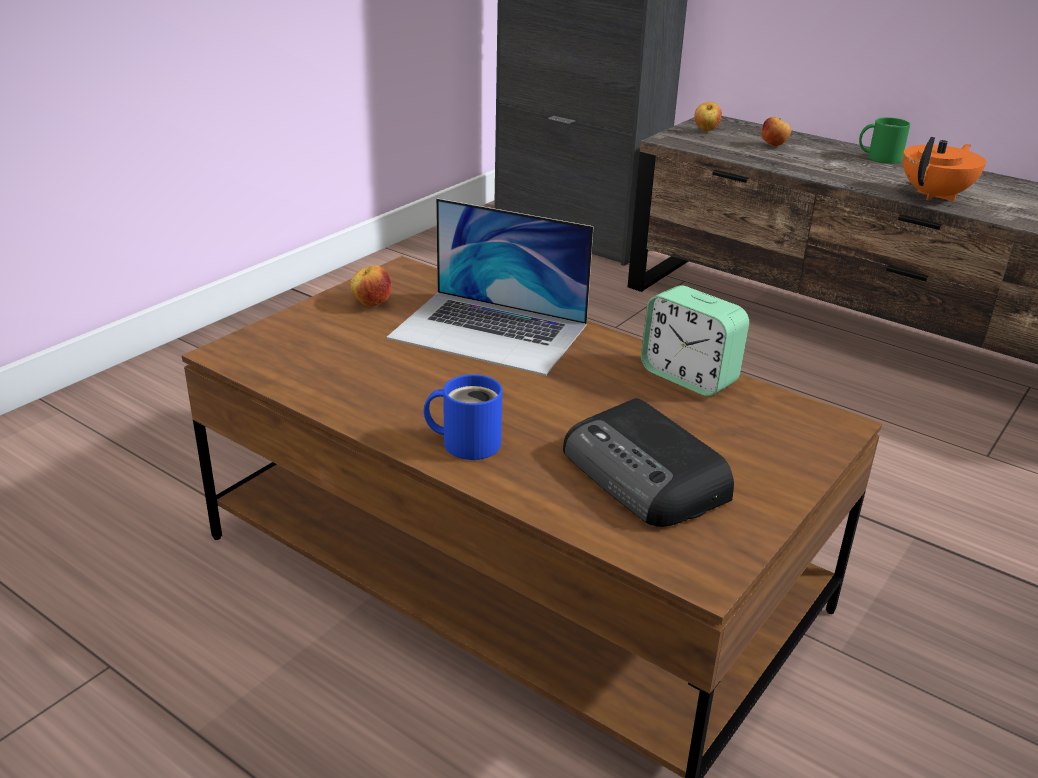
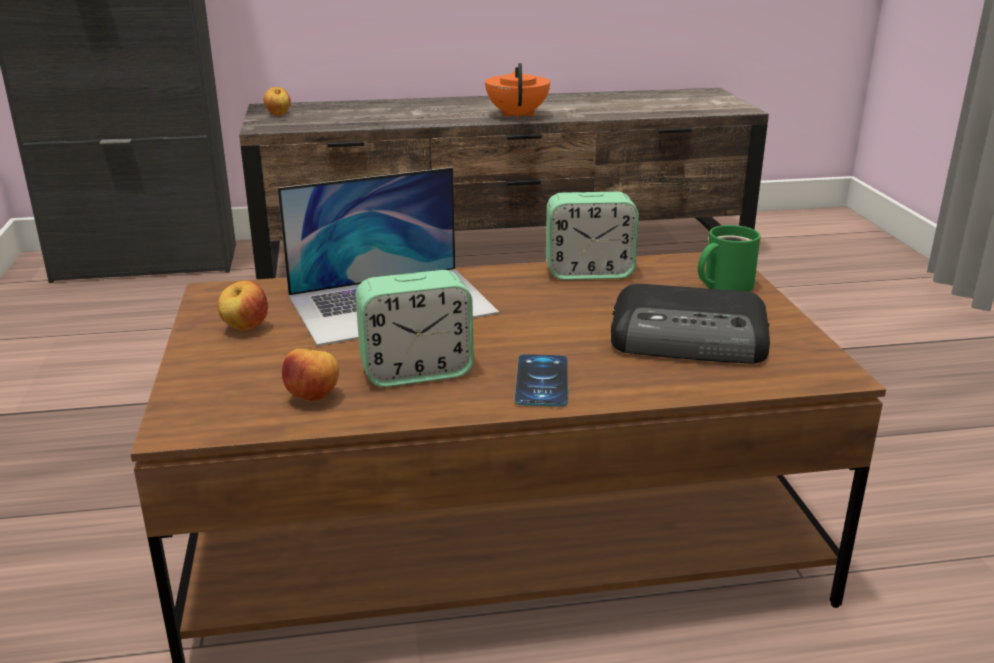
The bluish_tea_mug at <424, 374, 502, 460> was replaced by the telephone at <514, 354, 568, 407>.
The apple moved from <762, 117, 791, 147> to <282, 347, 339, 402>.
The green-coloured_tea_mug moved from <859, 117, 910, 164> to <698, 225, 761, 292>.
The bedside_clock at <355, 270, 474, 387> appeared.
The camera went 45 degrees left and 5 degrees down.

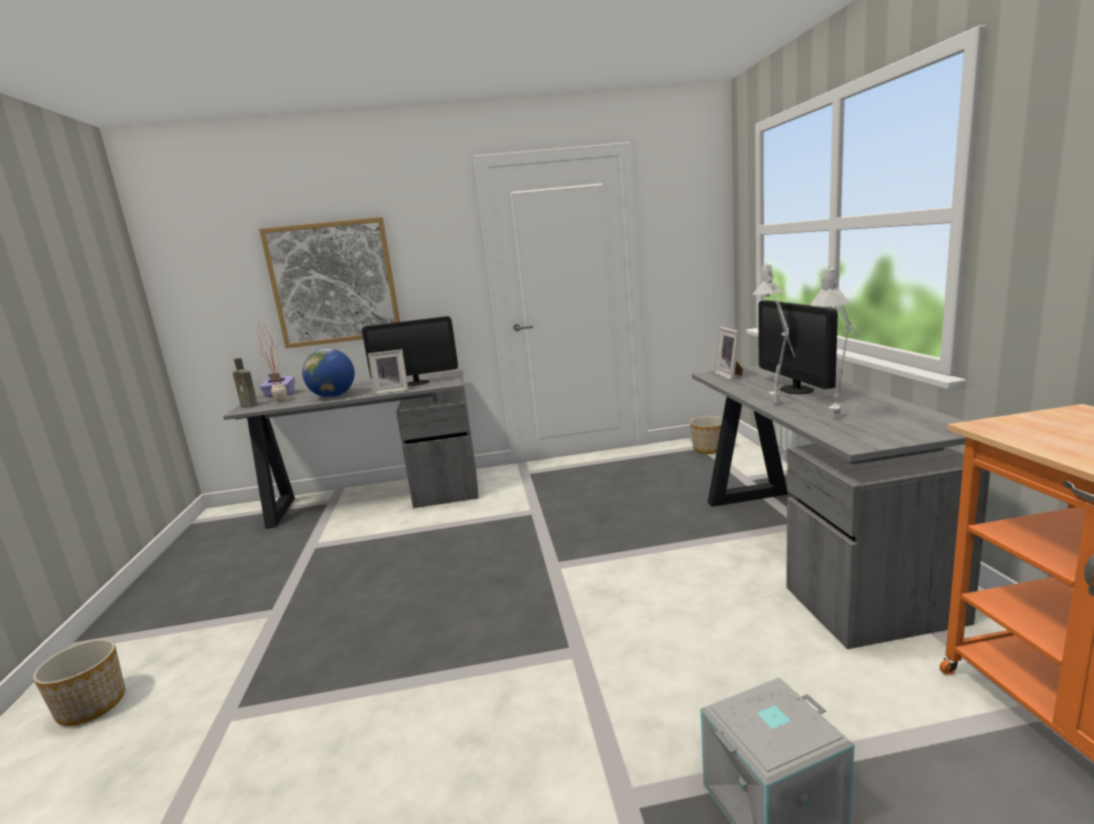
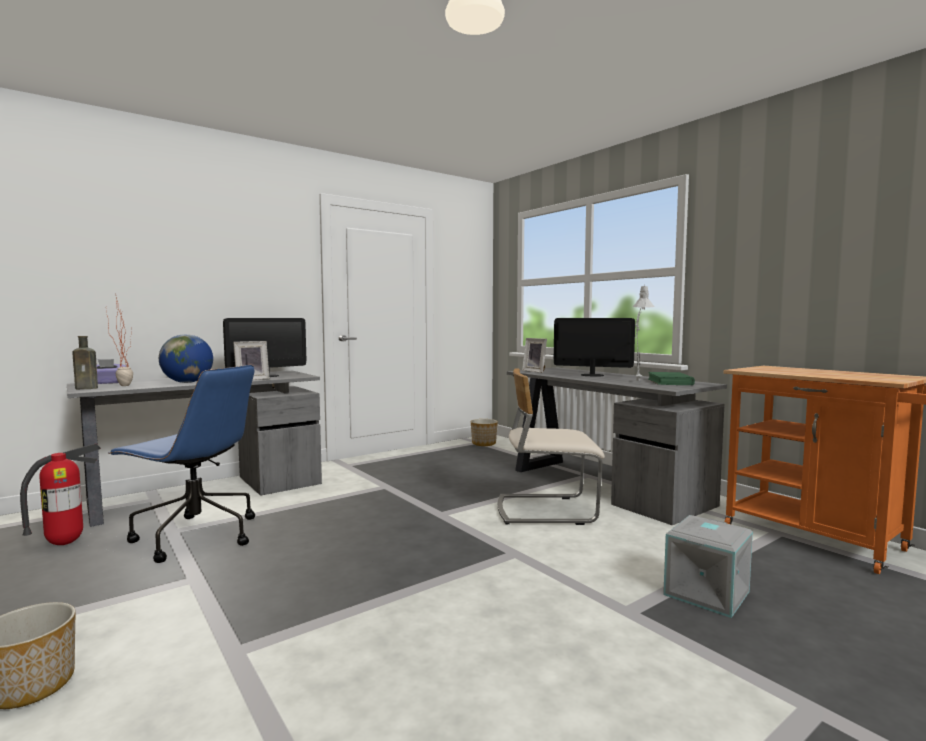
The wall_picture at <259, 217, 400, 348> disappeared.
The greyish_lamp_for_a_table at <752, 263, 795, 403> disappeared.
The monitor at <758, 300, 838, 394> turned 150 degrees clockwise.
The extinguisher at <20, 443, 101, 545> appeared.
The bluish_desk_chair at <108, 365, 255, 563> appeared.
The beige-coloured_plain_chair at <498, 369, 605, 525> appeared.
The green-coloured_volume at <648, 372, 695, 385> appeared.
The camera went 30 degrees left and 10 degrees down.

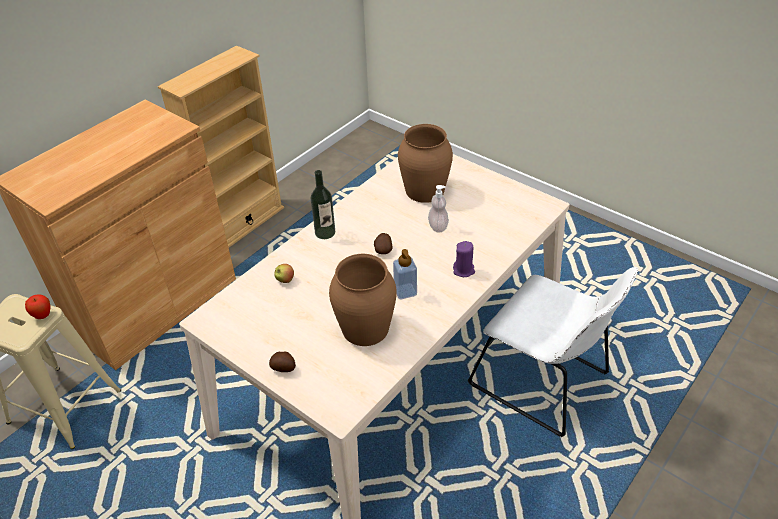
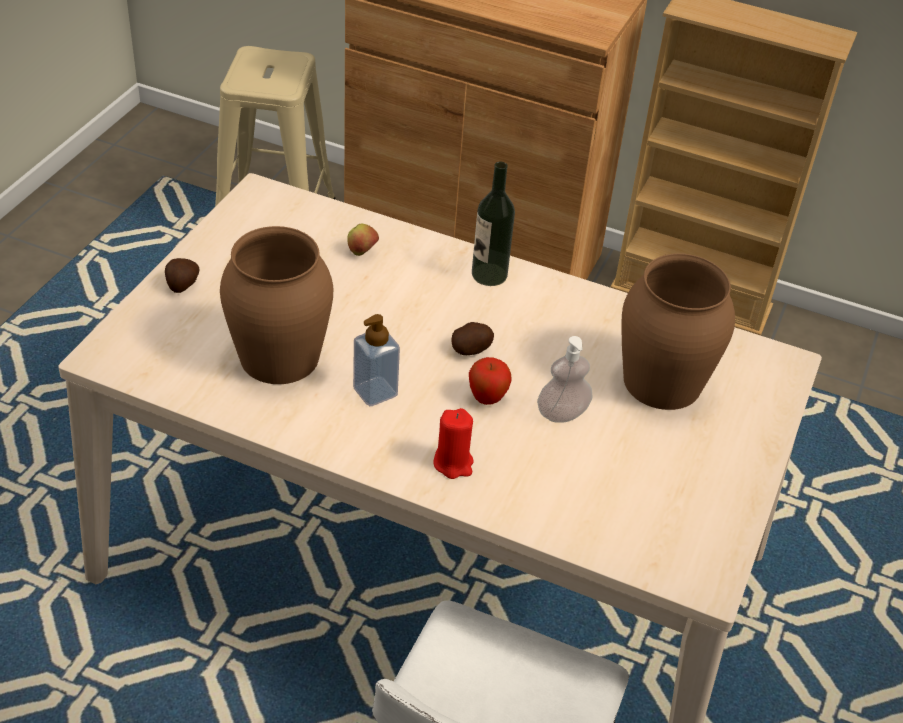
The apple moved from <25, 294, 51, 319> to <469, 357, 512, 405>.
The purple_candle at <453, 241, 475, 277> became the red-coloured_candle at <433, 408, 474, 479>.
The camera went 70 degrees right and 0 degrees up.

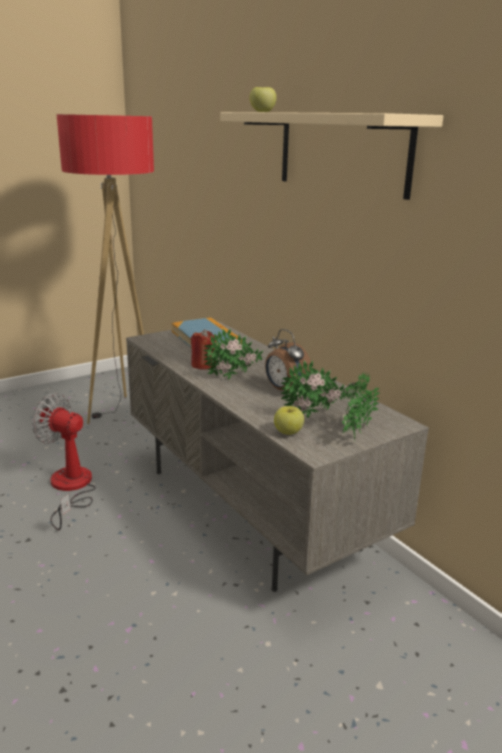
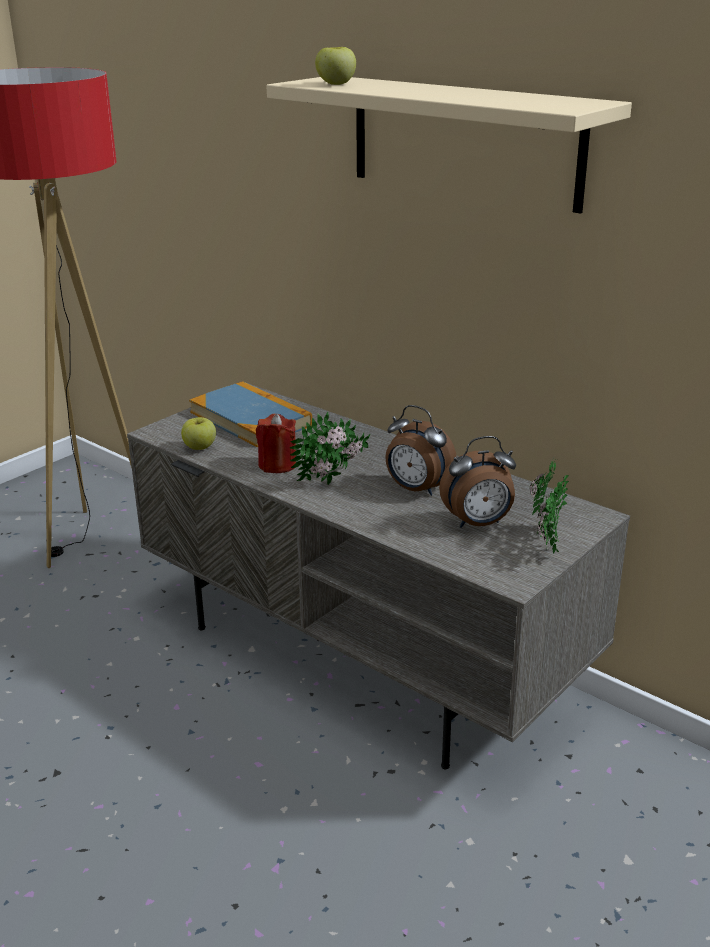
The fan at <31, 393, 96, 530> disappeared.
The apple moved from <274, 406, 304, 435> to <181, 417, 216, 450>.
The potted_plant at <281, 360, 346, 418> was replaced by the bedside_clock at <439, 436, 516, 528>.
The camera went 15 degrees left and 5 degrees up.

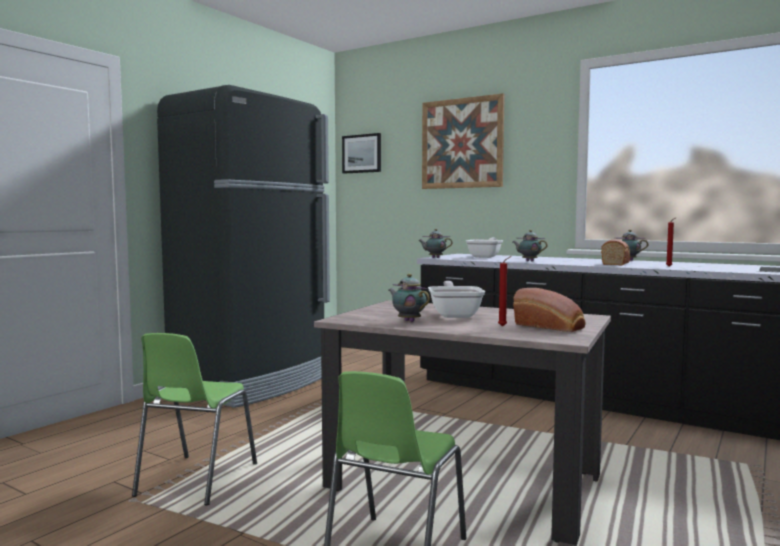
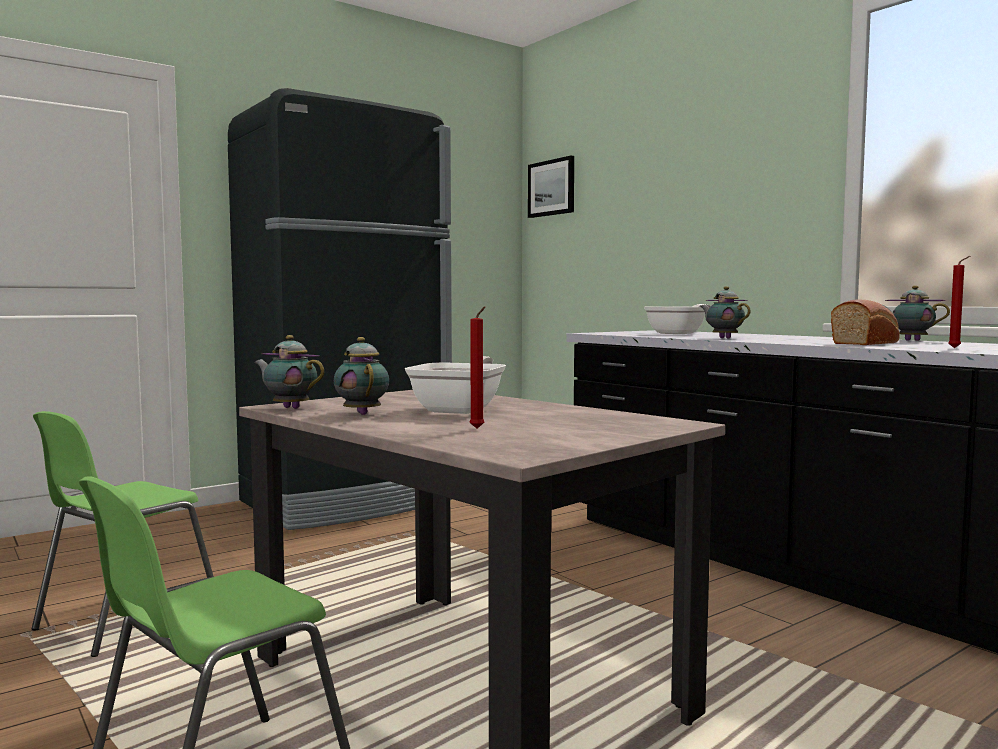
The pot_for_tea moved from <418, 229, 452, 258> to <255, 335, 324, 409>.
The wall_picture at <422, 93, 505, 189> disappeared.
The bread at <513, 288, 586, 332> disappeared.
The camera went 20 degrees right and 0 degrees up.

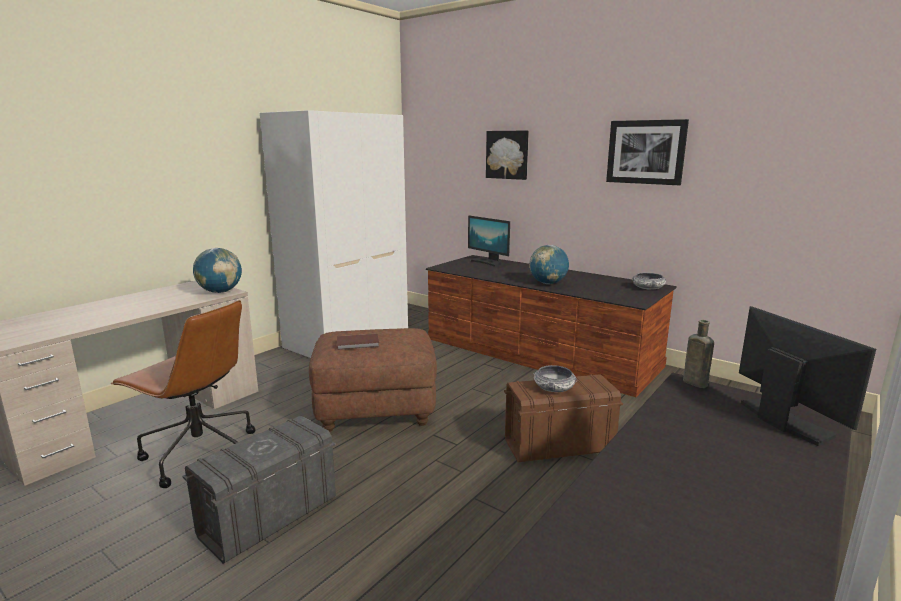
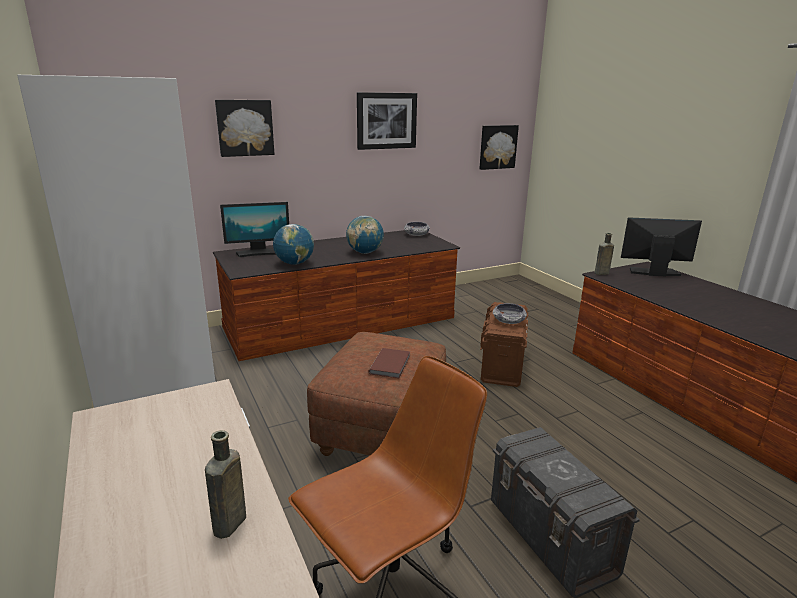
The world_globe moved from <193, 248, 242, 293> to <273, 224, 314, 265>.
The brown_bottle at <205, 430, 246, 539> appeared.
The wall_picture at <479, 125, 519, 170> appeared.
The camera went 65 degrees left and 5 degrees up.

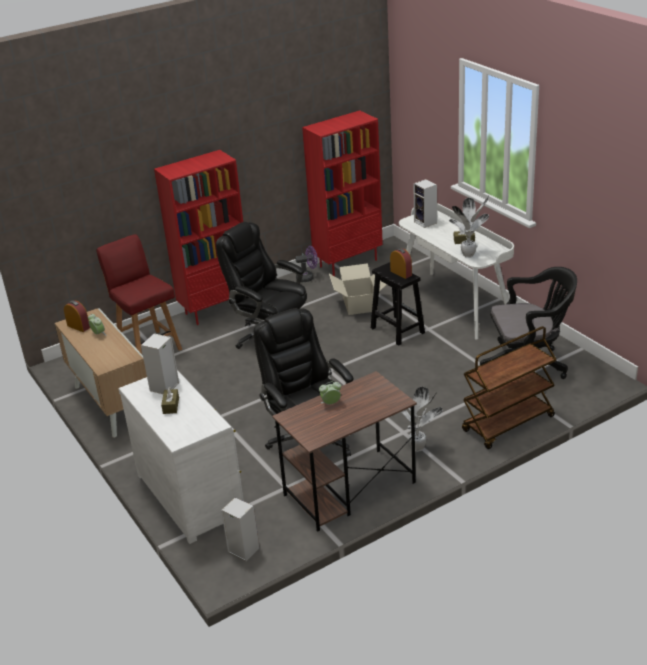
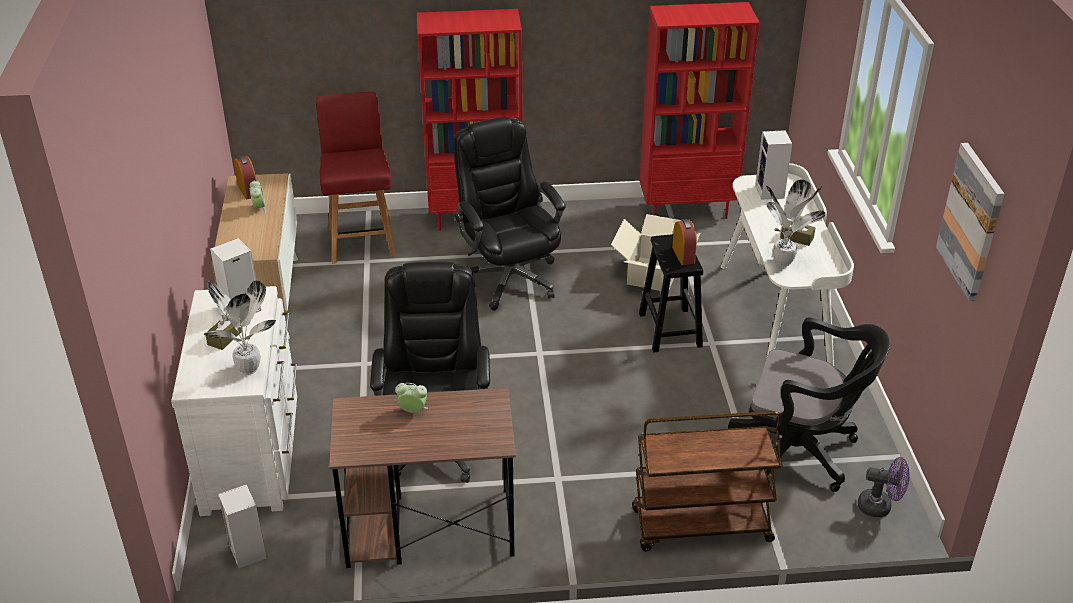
The purple_fan moved from <295, 246, 318, 282> to <858, 457, 909, 517>.
The potted_plant moved from <401, 387, 443, 452> to <204, 280, 276, 375>.
The wall_picture at <936, 143, 1004, 301> appeared.
The camera went 25 degrees right and 5 degrees up.

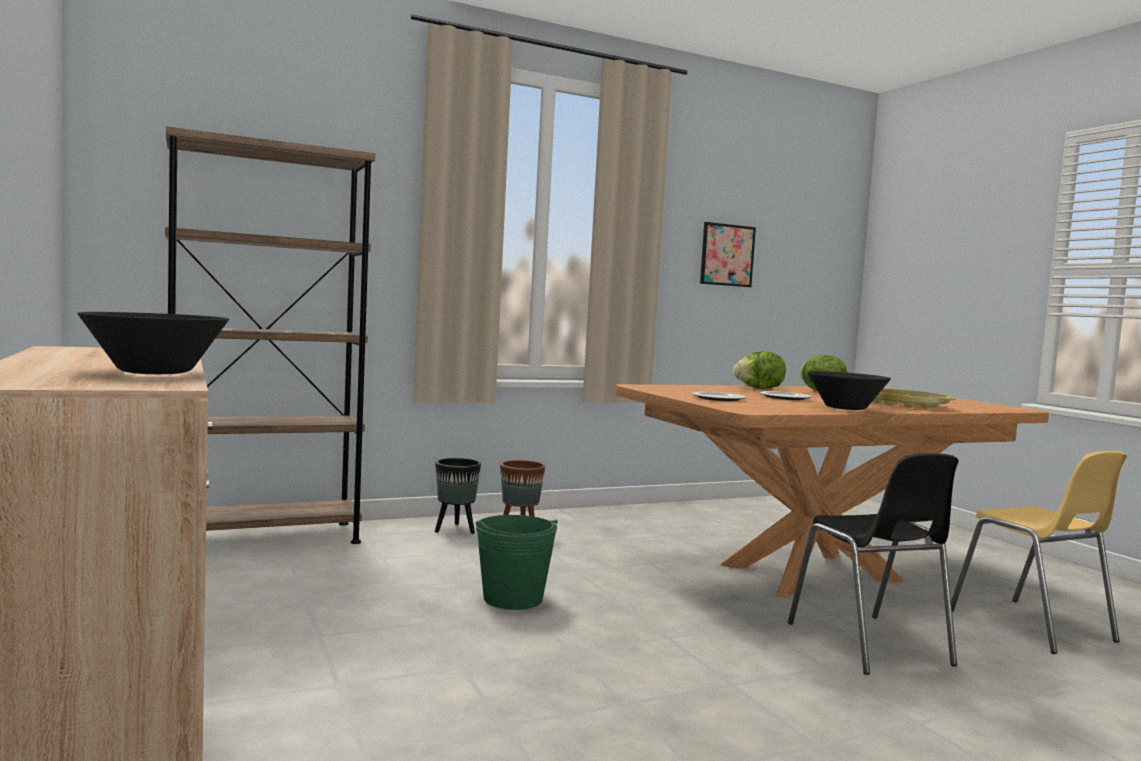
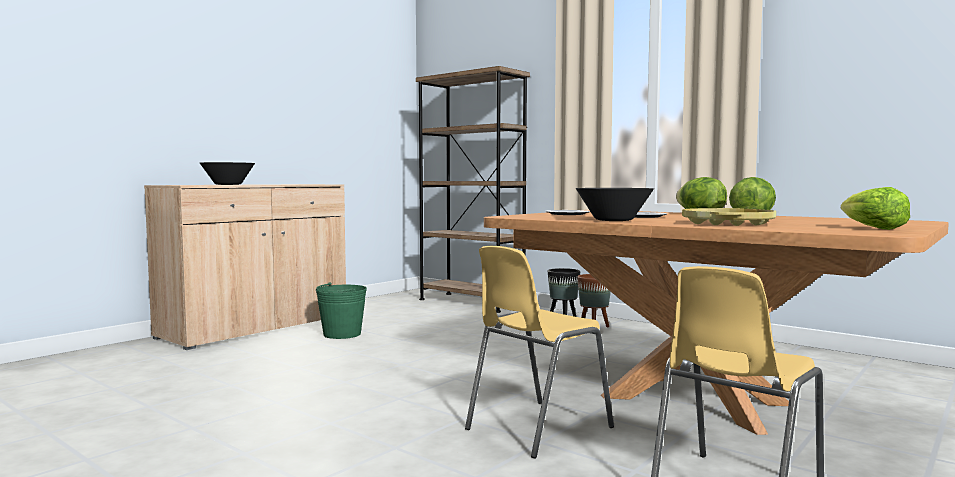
The green-coloured_bucket moved from <476, 515, 558, 610> to <316, 282, 367, 339>.
The wall_picture at <700, 222, 756, 287> disappeared.
The black-coloured_plain_chair at <788, 453, 958, 675> became the yellowish_plain_chair at <465, 246, 614, 458>.
The head_of_lettuce at <841, 187, 910, 230> appeared.
The camera went 65 degrees right and 0 degrees up.

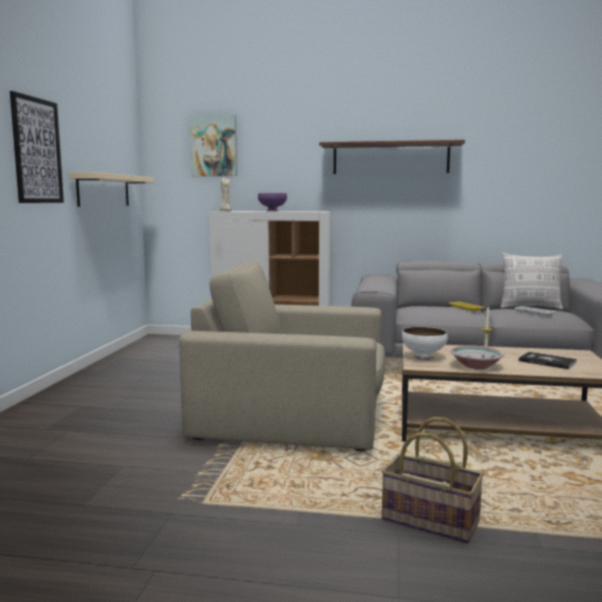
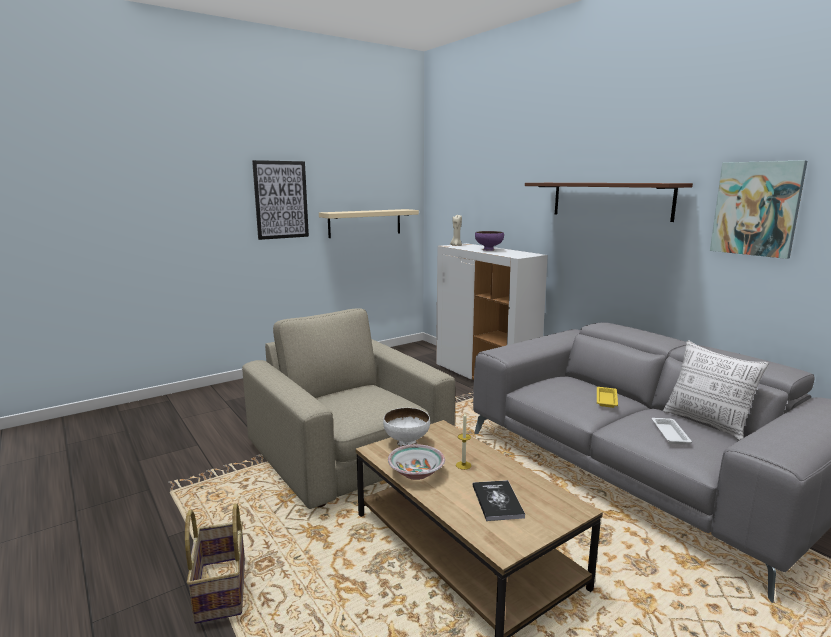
The wall_picture moved from <189, 115, 237, 176> to <710, 160, 807, 259>.
The camera went 45 degrees right and 5 degrees up.

